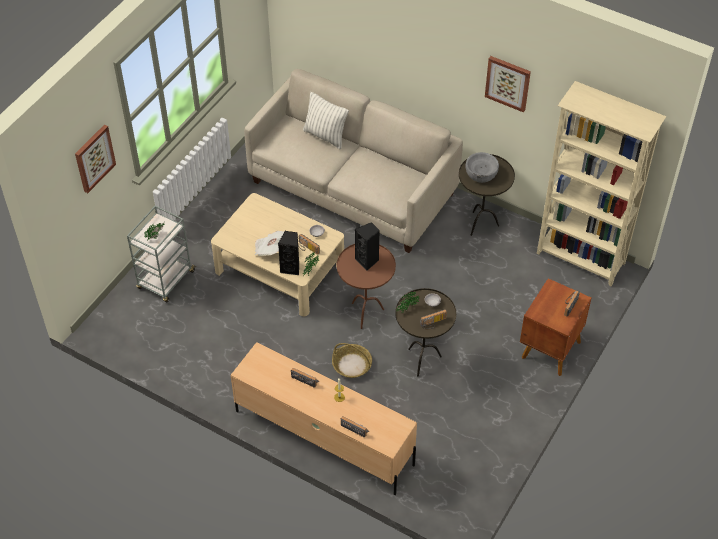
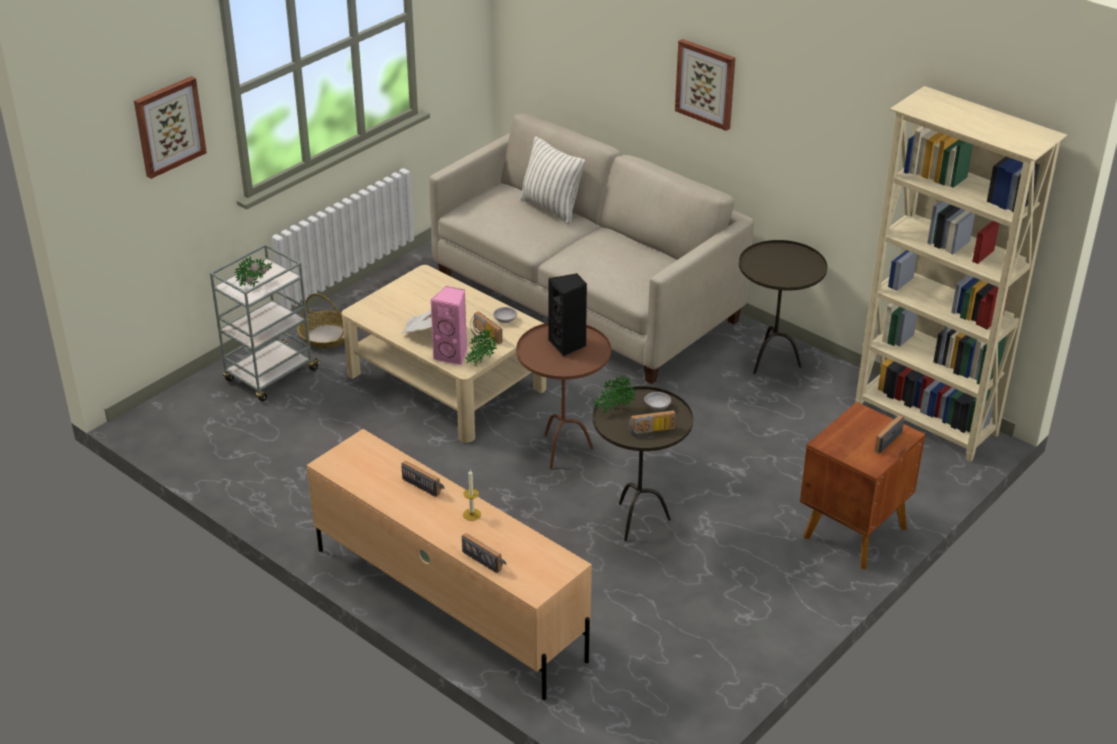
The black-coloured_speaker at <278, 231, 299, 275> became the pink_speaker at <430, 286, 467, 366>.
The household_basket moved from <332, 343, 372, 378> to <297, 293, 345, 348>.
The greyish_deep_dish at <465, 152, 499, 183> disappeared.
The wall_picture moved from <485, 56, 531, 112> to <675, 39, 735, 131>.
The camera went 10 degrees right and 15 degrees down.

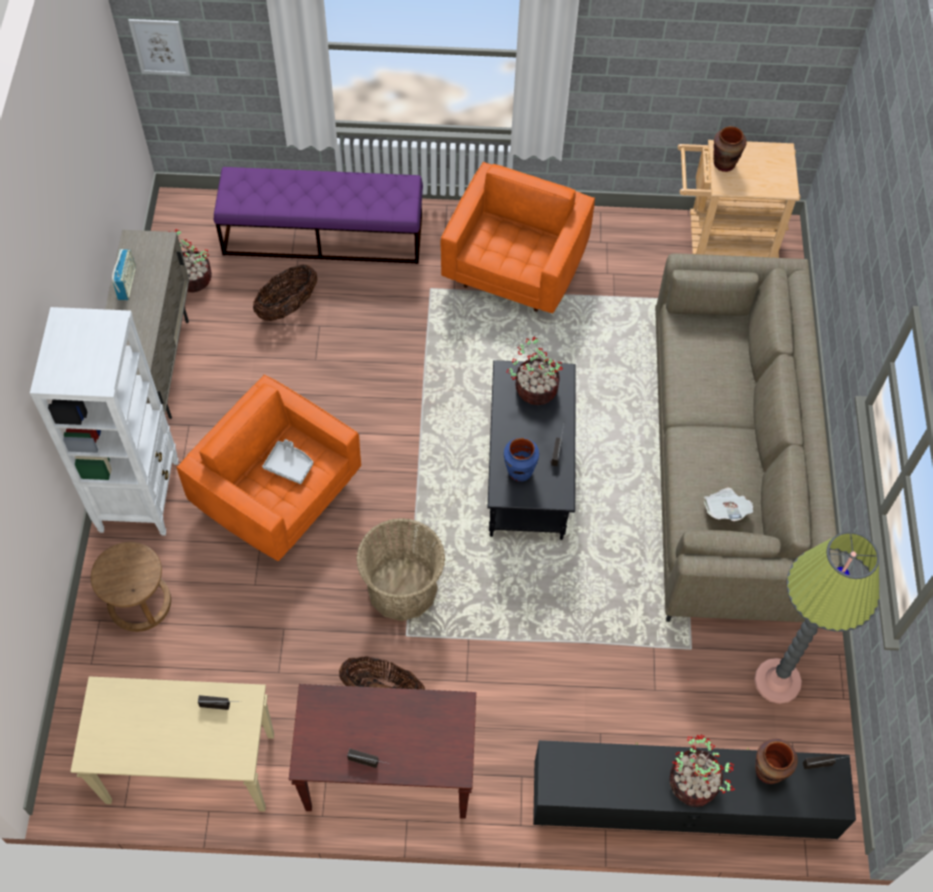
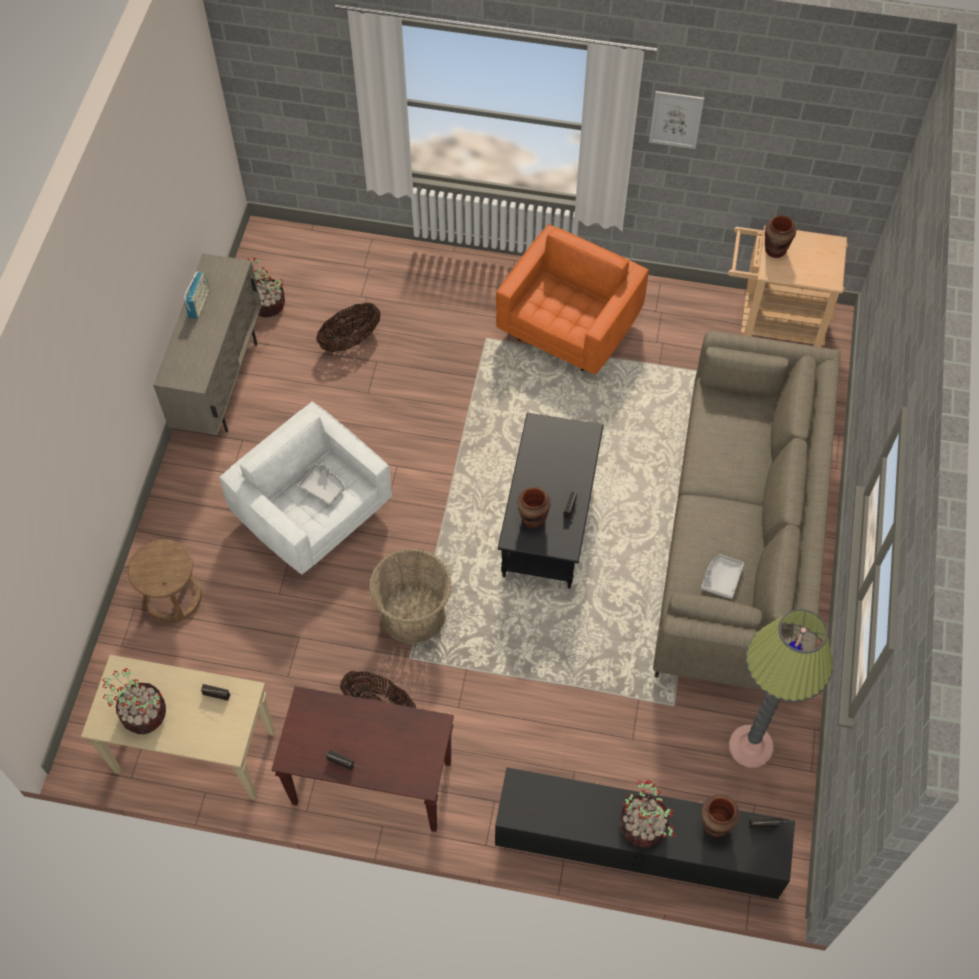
The whitish_bookcase at <30, 307, 178, 536> disappeared.
The wall_picture moved from <128, 19, 190, 76> to <649, 91, 704, 149>.
The orange-coloured_lounge_chair at <177, 374, 361, 561> became the whitish_lounge_chair at <219, 401, 392, 575>.
The purple_long_seat at <214, 167, 423, 264> disappeared.
The bluish_decorative_vase at <504, 438, 539, 482> became the brown_decorative_vase at <517, 487, 551, 529>.
The potted_plant moved from <506, 337, 563, 405> to <102, 668, 166, 734>.
The daily_paper at <704, 488, 753, 521> was replaced by the greyish_carrying_tray at <701, 554, 744, 599>.
The camera went 10 degrees right and 0 degrees up.

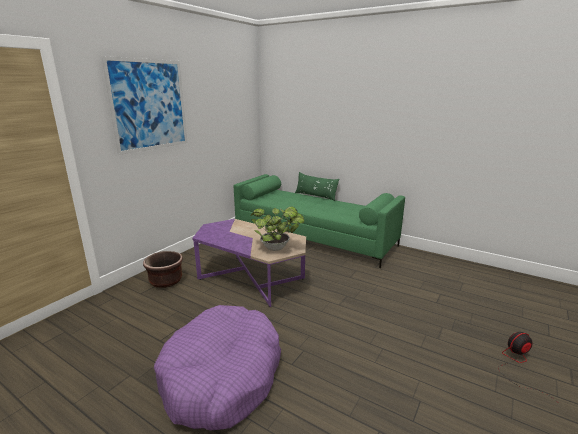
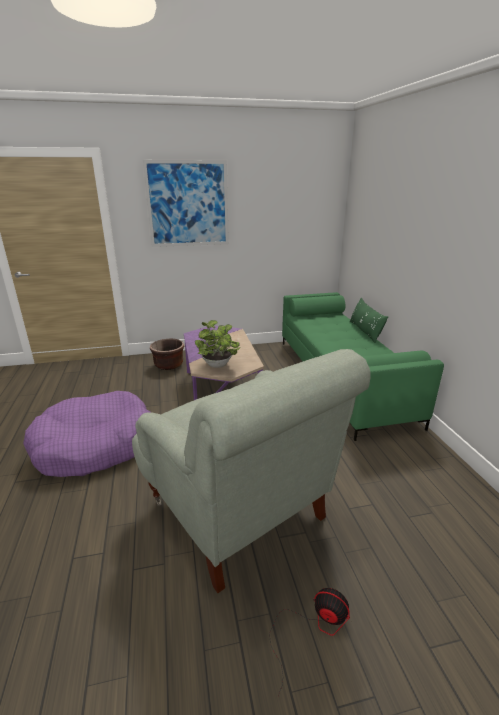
The greyish_lounge_chair at <132, 349, 371, 593> appeared.
The camera went 45 degrees right and 5 degrees up.

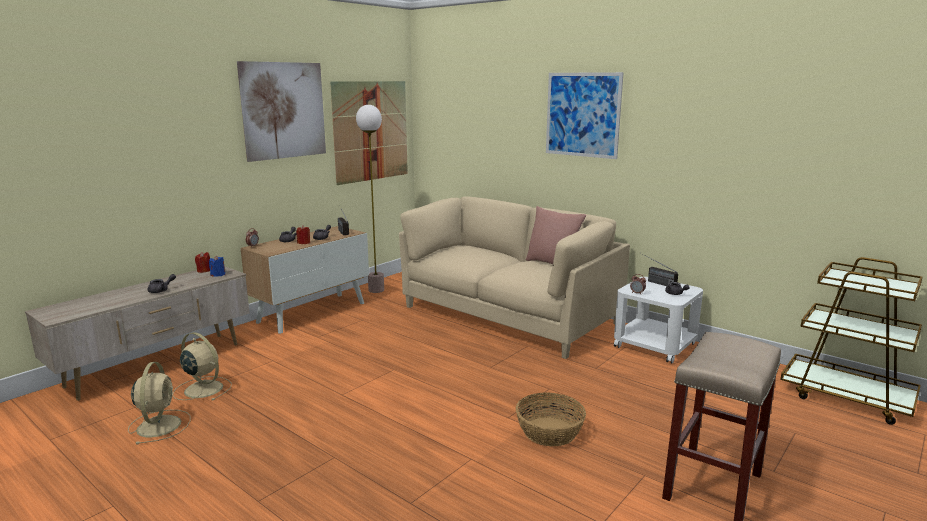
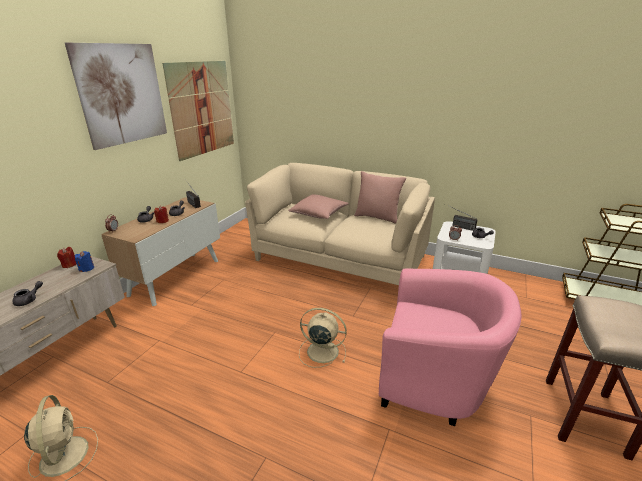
The beige-coloured_fan moved from <172, 332, 232, 401> to <299, 308, 347, 368>.
The standing_lamp at <356, 105, 384, 293> disappeared.
The household_basket at <516, 392, 586, 446> was replaced by the pink_lounge_chair at <379, 269, 521, 426>.
The wall_picture at <546, 72, 624, 159> disappeared.
The pink_pillow at <288, 194, 349, 219> appeared.
The camera went 15 degrees left and 10 degrees up.

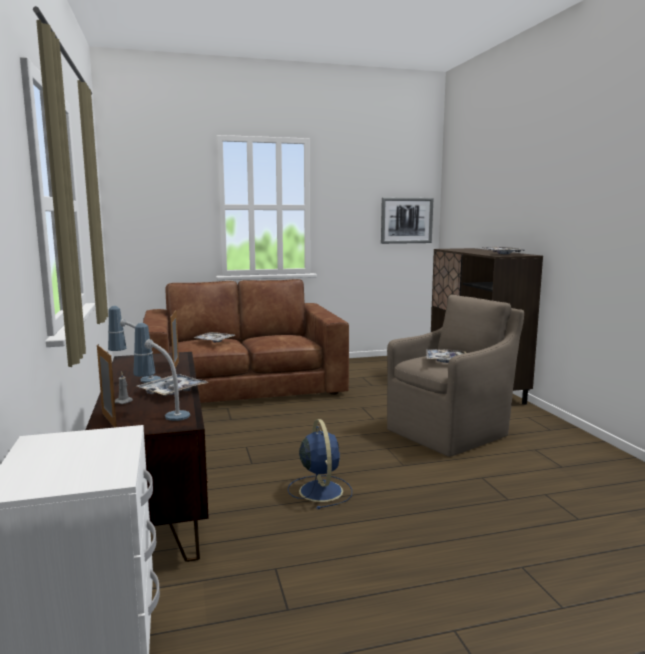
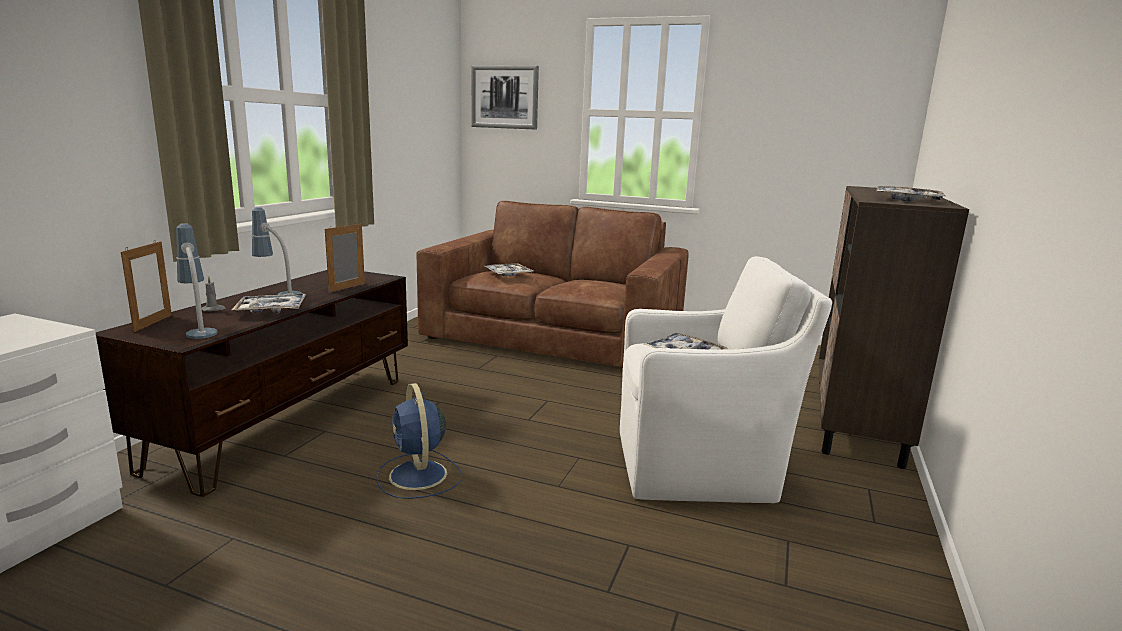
The bluish_fan at <287, 419, 352, 509> turned 135 degrees clockwise.
The wall_picture moved from <381, 198, 433, 244> to <471, 65, 539, 130>.
The brown_lounge_chair at <387, 295, 524, 457> became the whitish_lounge_chair at <620, 256, 832, 503>.
The camera went 35 degrees right and 5 degrees up.

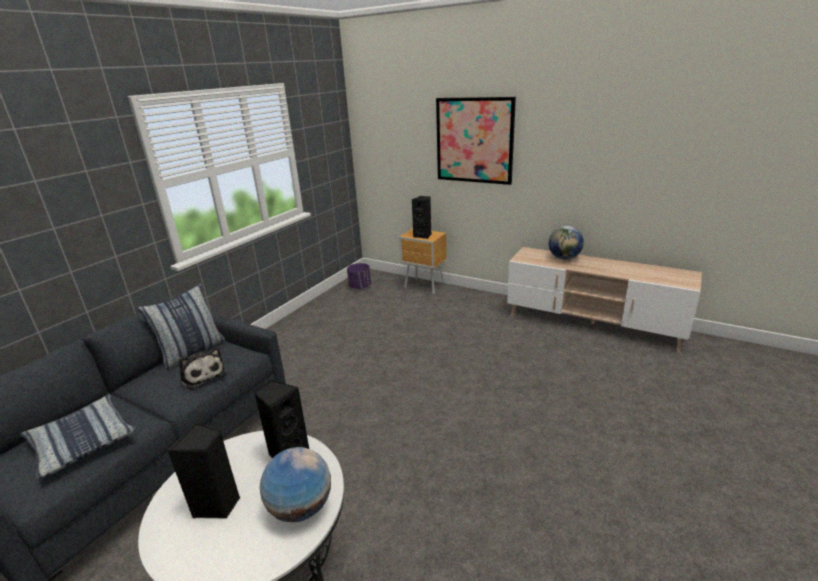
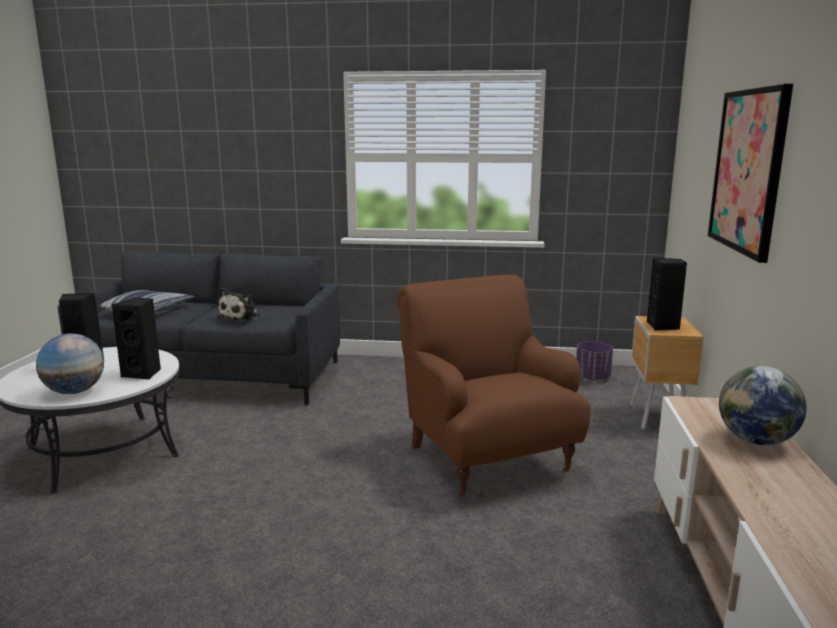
The pillow at <137, 283, 226, 370> disappeared.
The brown_lounge_chair at <397, 274, 591, 497> appeared.
The camera went 65 degrees right and 10 degrees down.

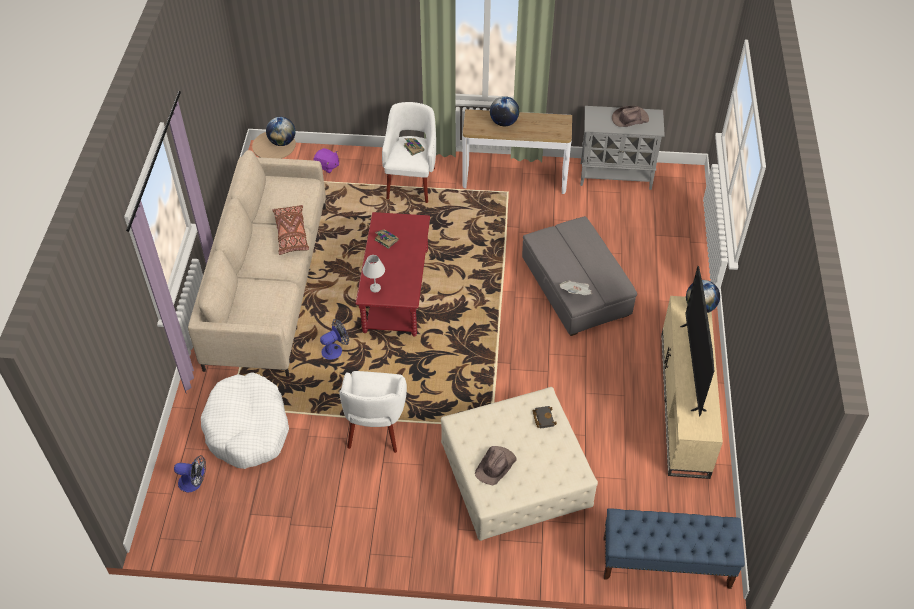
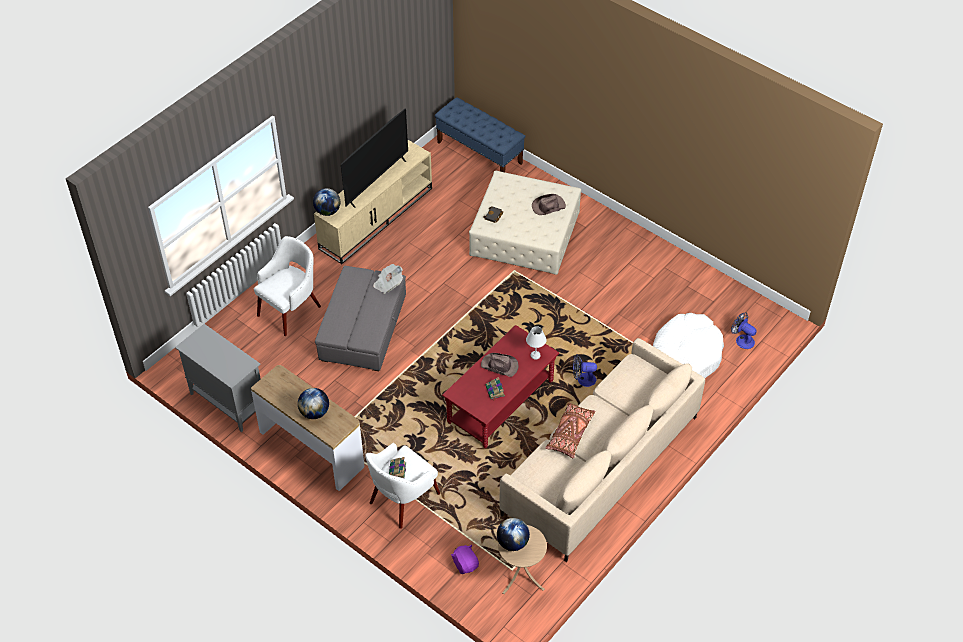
The whitish_lounge_chair moved from <339, 371, 407, 453> to <254, 236, 321, 336>.
The brown_hat moved from <612, 106, 649, 127> to <481, 353, 518, 377>.
The camera went 145 degrees left and 0 degrees up.

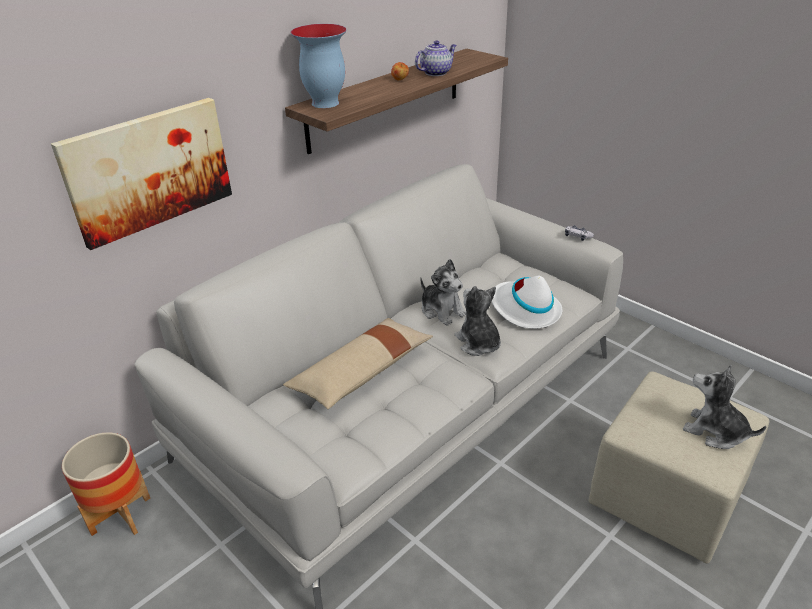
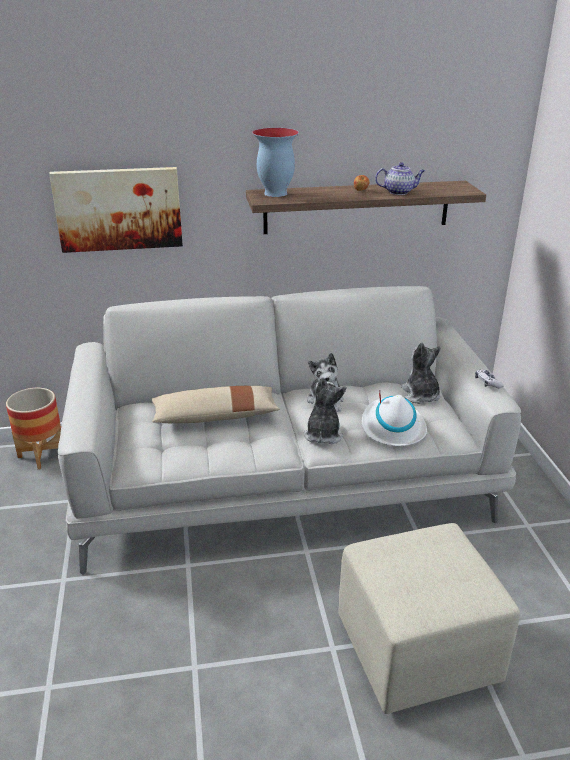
The cuddly_toy moved from <683, 365, 766, 449> to <401, 342, 441, 404>.
The camera went 35 degrees right and 5 degrees down.

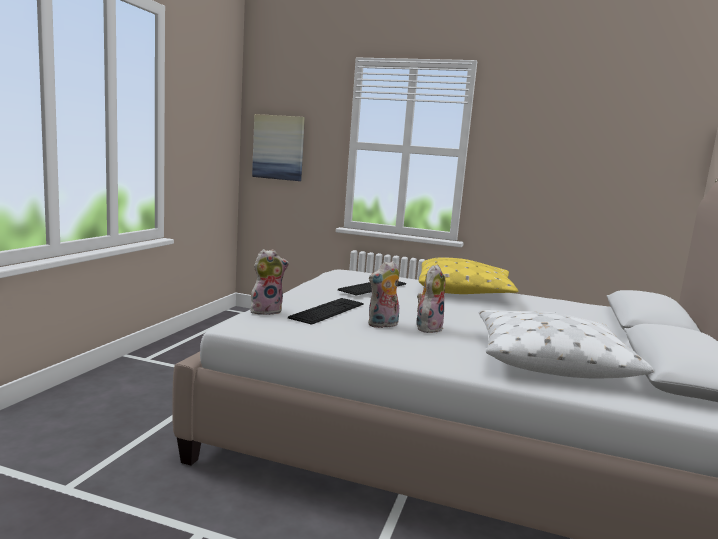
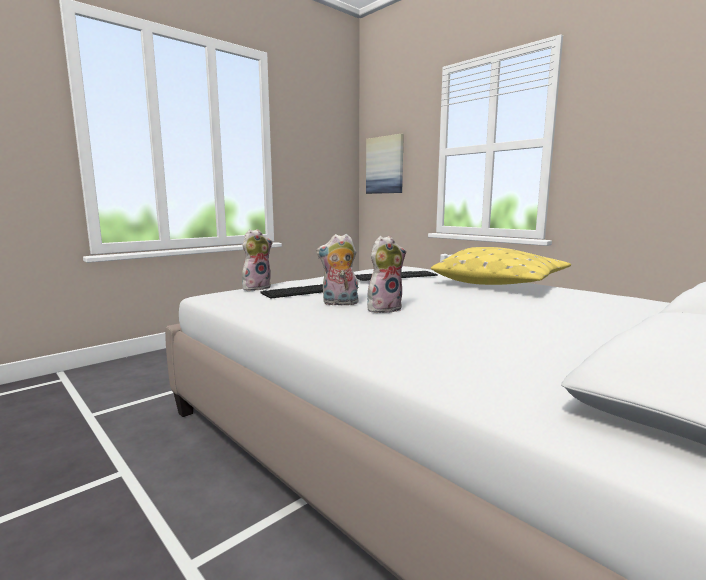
The cuddly_toy at <250, 249, 289, 315> turned 45 degrees counterclockwise.
The whitish_pillow at <479, 310, 654, 379> disappeared.
The camera went 30 degrees right and 0 degrees up.

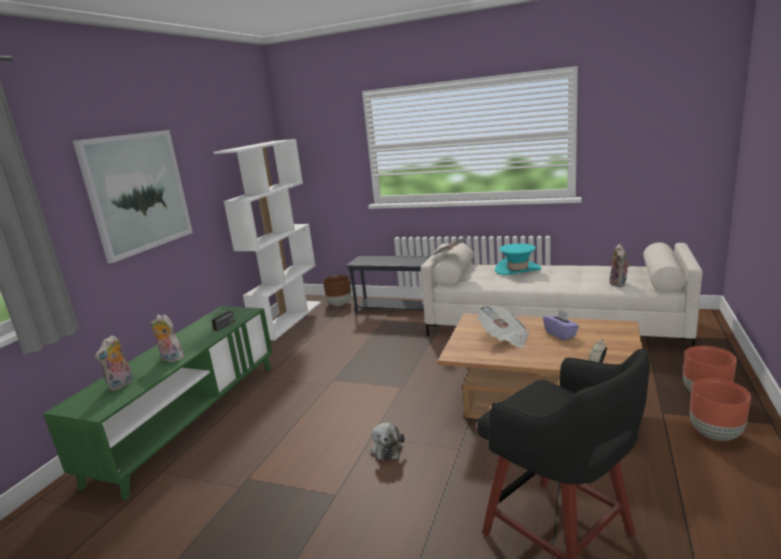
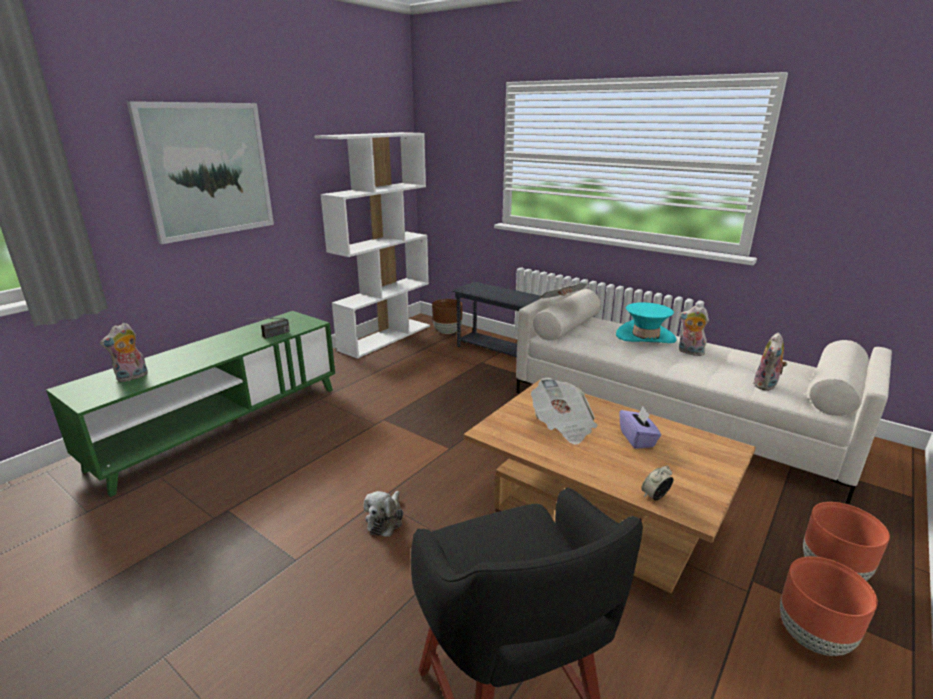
The cuddly_toy moved from <150, 314, 184, 362> to <679, 306, 709, 356>.
The camera went 15 degrees right and 5 degrees up.

